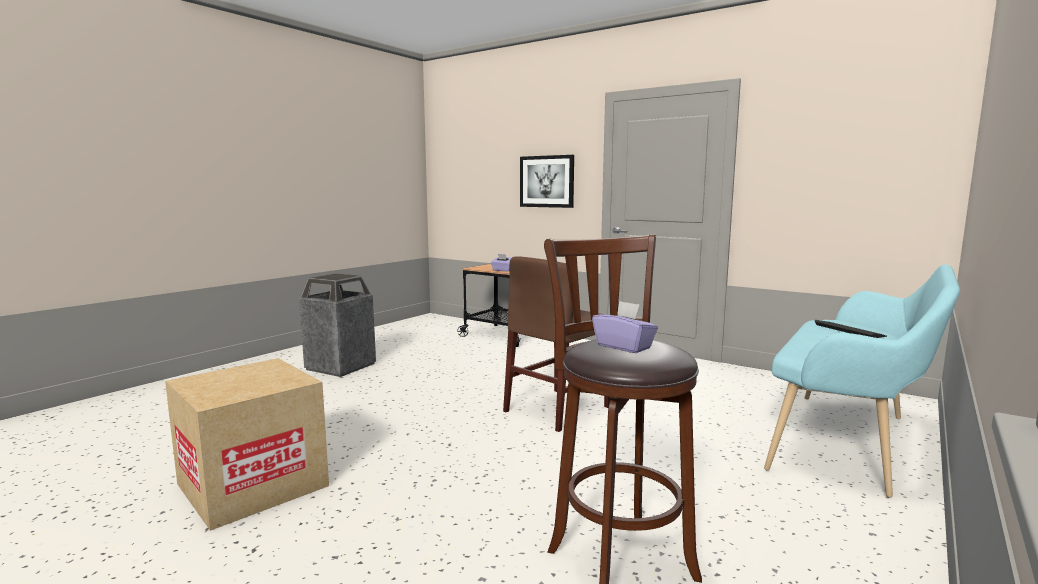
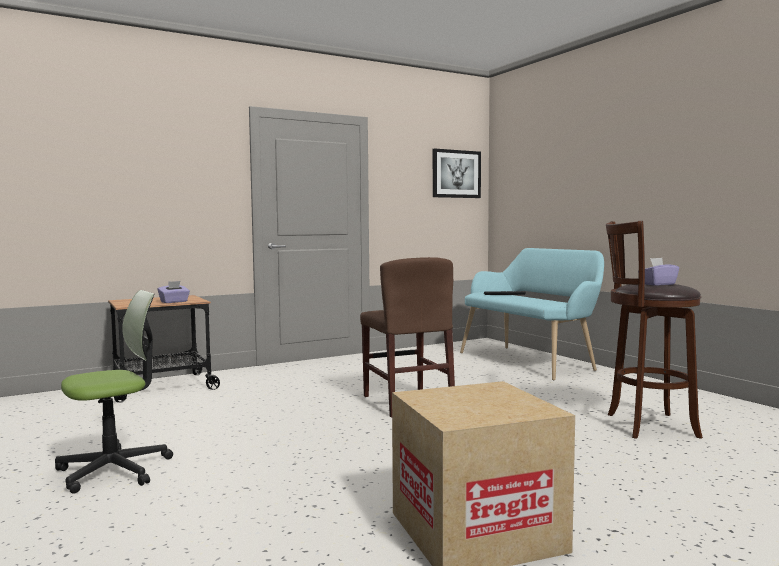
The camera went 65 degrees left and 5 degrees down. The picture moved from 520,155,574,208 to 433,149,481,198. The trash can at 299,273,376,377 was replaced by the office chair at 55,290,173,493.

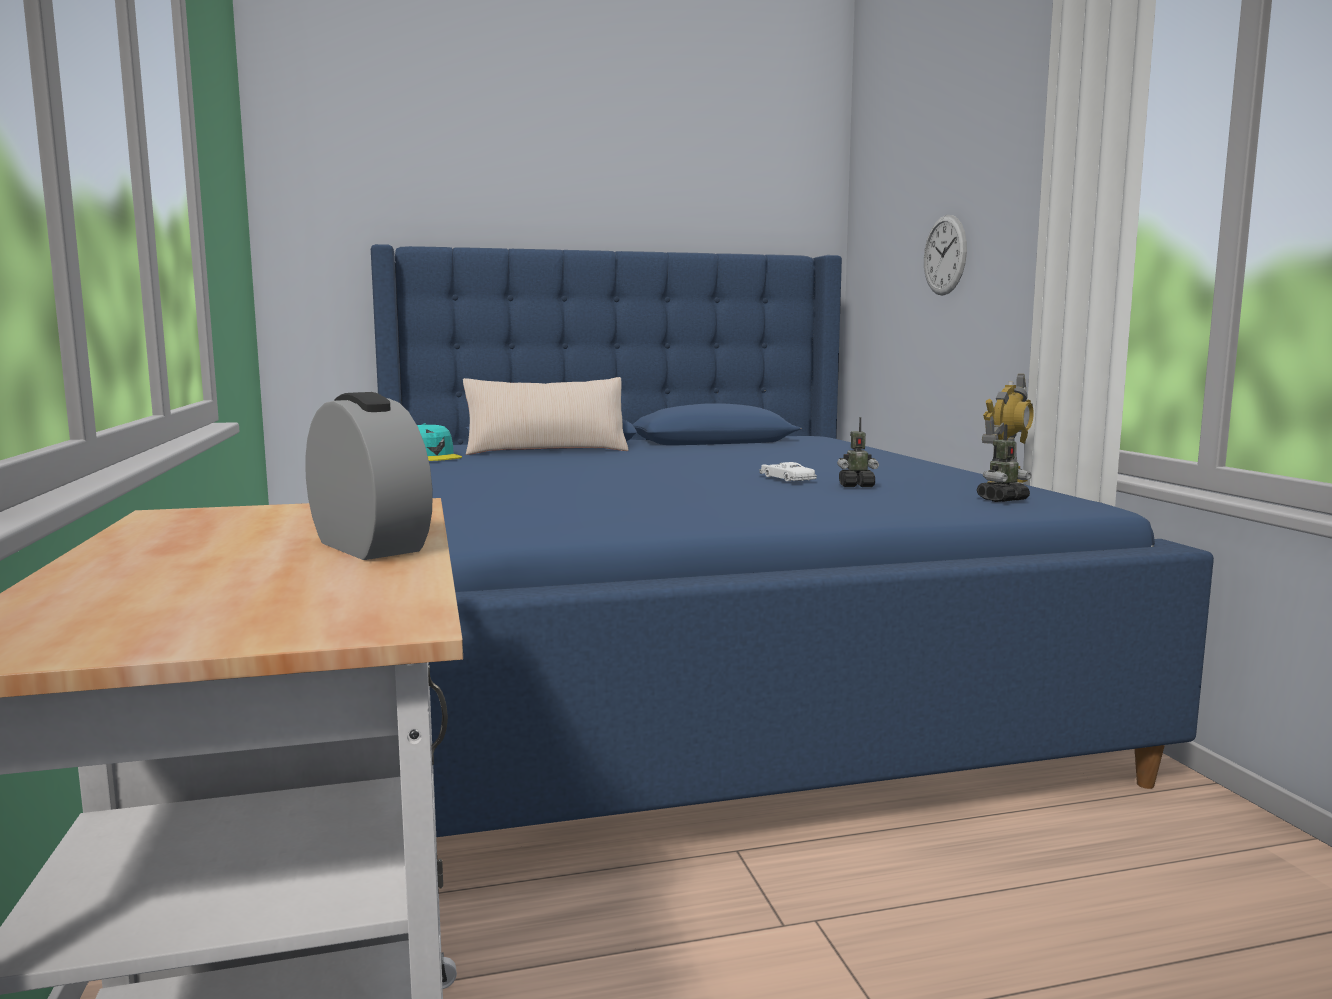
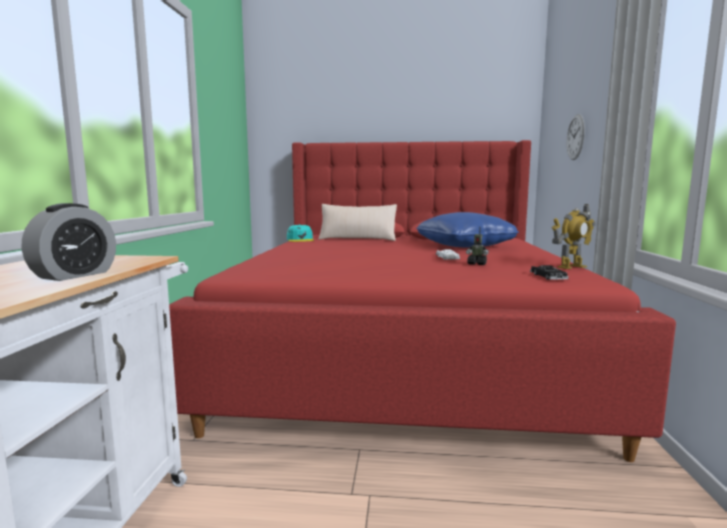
The camera went 20 degrees right and 0 degrees up. The bed (blue) at 371,244,1214,837 became the bed (red) at 169,140,676,462. The alarm clock at 305,392,433,560 turned 45 degrees clockwise. The toy robot at 977,424,1032,502 was replaced by the toy car (black) at 530,265,569,280. The pillow (blue) at 416,212,519,248 appeared.

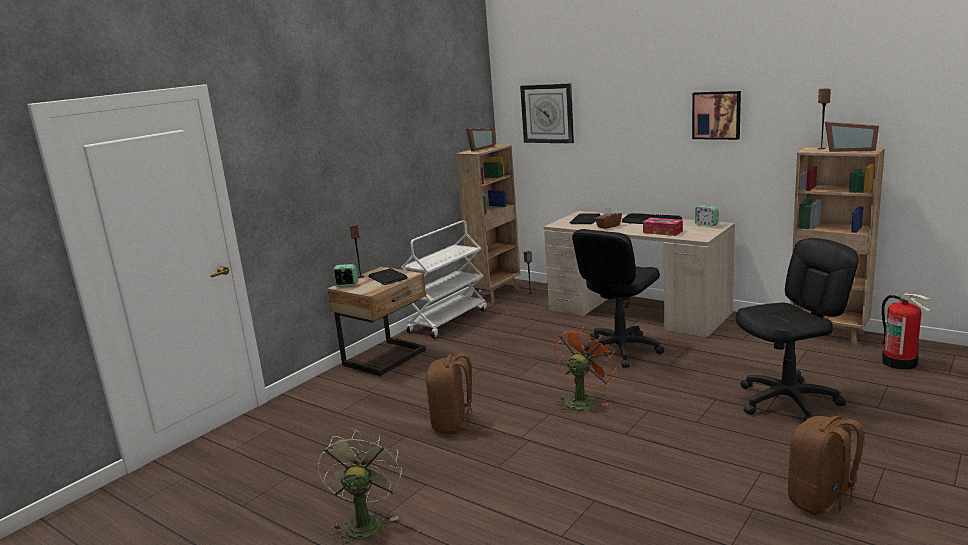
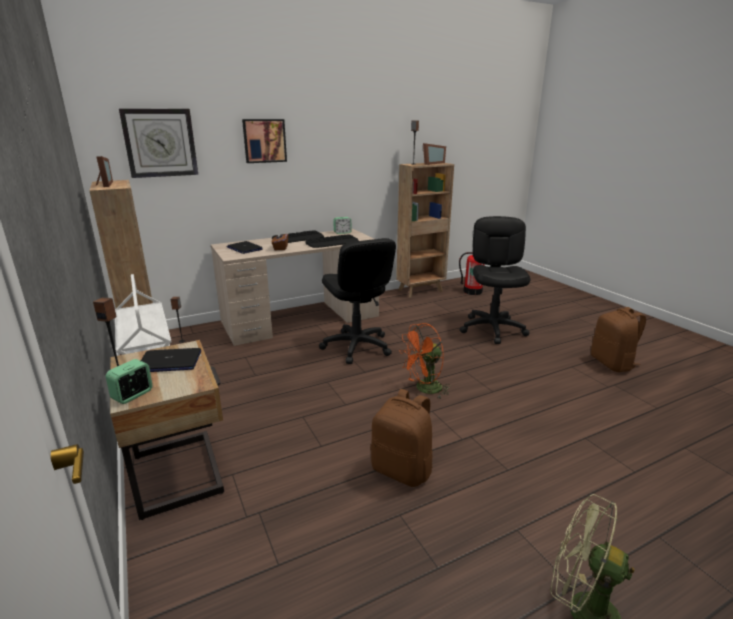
The camera went 65 degrees left and 5 degrees up. The picture moved from 692,91,741,140 to 242,119,287,163. The tissue box at 643,217,683,236 was replaced by the keyboard at 305,234,359,248. The fan (orange) at 554,326,617,413 turned 90 degrees counterclockwise.

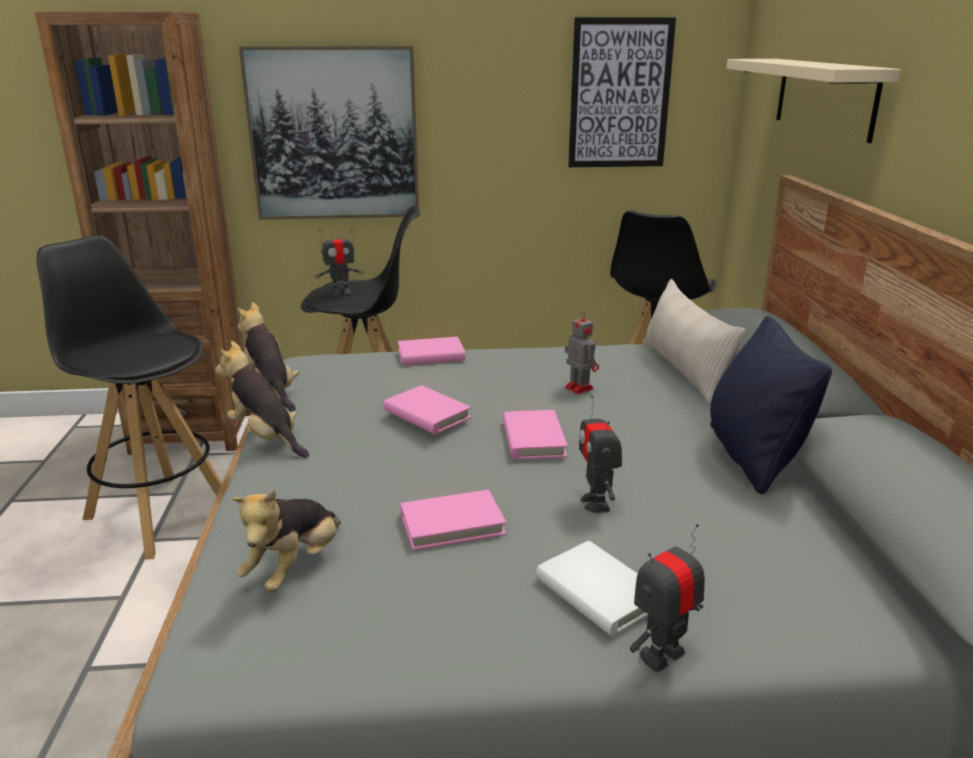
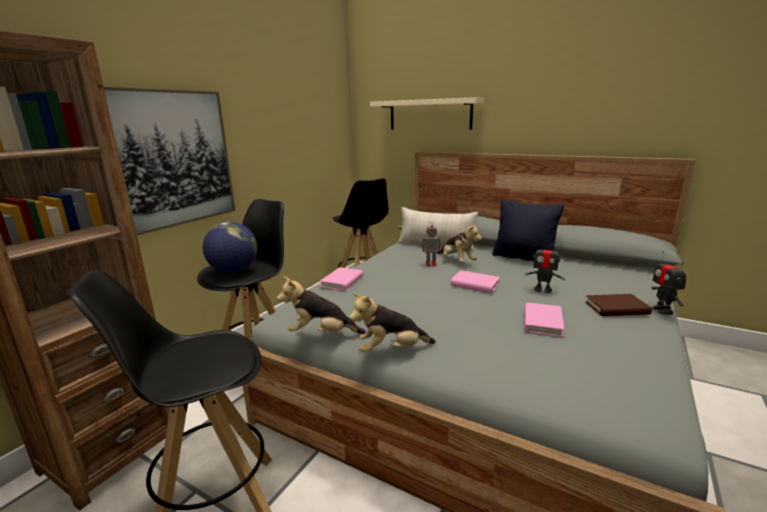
The camera went 55 degrees left and 5 degrees down. The picture at 568,17,676,167 disappeared. The toy robot at 315,228,364,296 was replaced by the globe at 203,222,257,273. The book (pink) at 383,385,472,434 disappeared. The plush toy moved from 232,489,341,592 to 436,223,482,262. The book (white) at 536,541,649,636 became the book (brown) at 585,294,652,316.

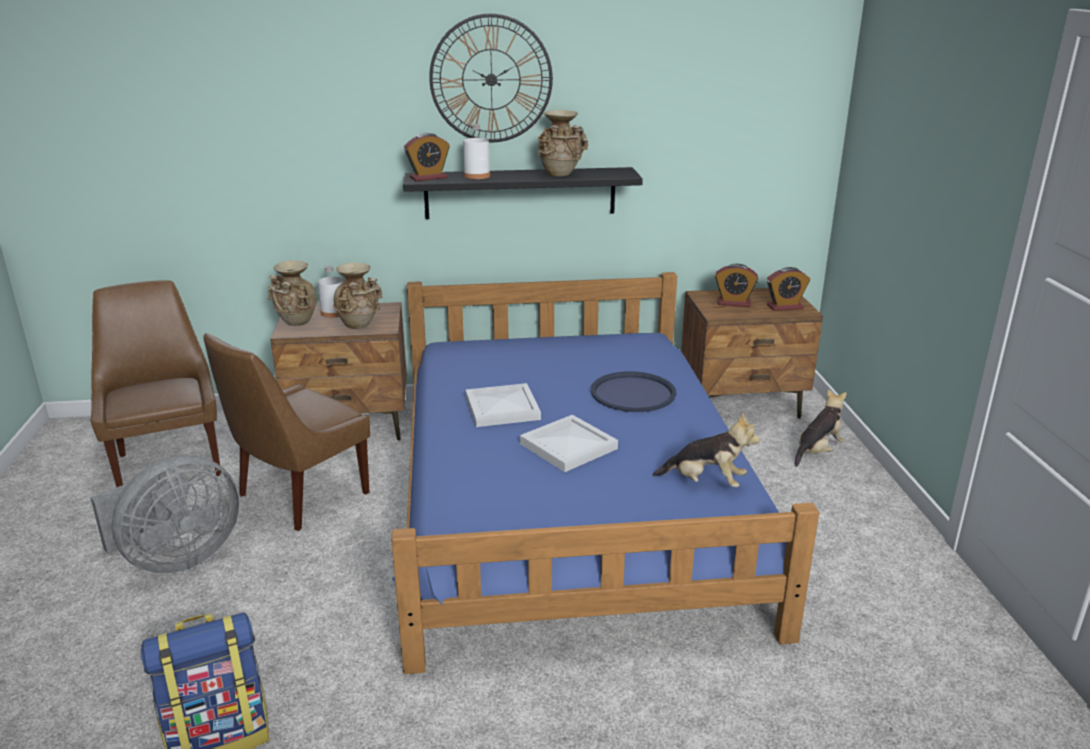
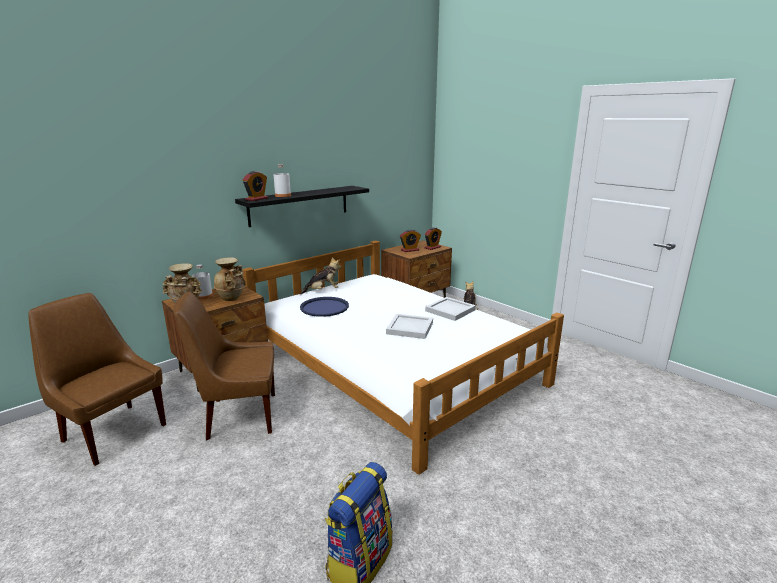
The camera went 35 degrees left and 5 degrees down. The wall clock at 429,14,553,142 disappeared. The vase (beige) at 538,110,588,176 disappeared. The bed (blue) at 391,272,819,674 became the bed (white) at 242,240,564,475. The chair (brown) at 203,333,370,531 turned 75 degrees clockwise. The tray (blue) moved from 591,371,676,412 to 300,297,349,317. The tray (white) moved from 466,383,541,427 to 425,297,476,321. The plush toy moved from 653,412,760,487 to 301,257,341,294. The fan (grey) at 90,455,240,574 disappeared.

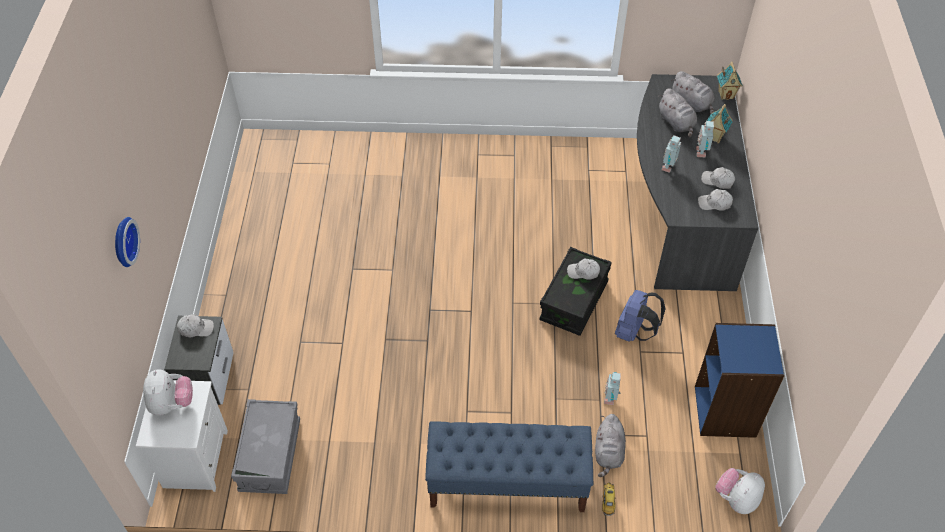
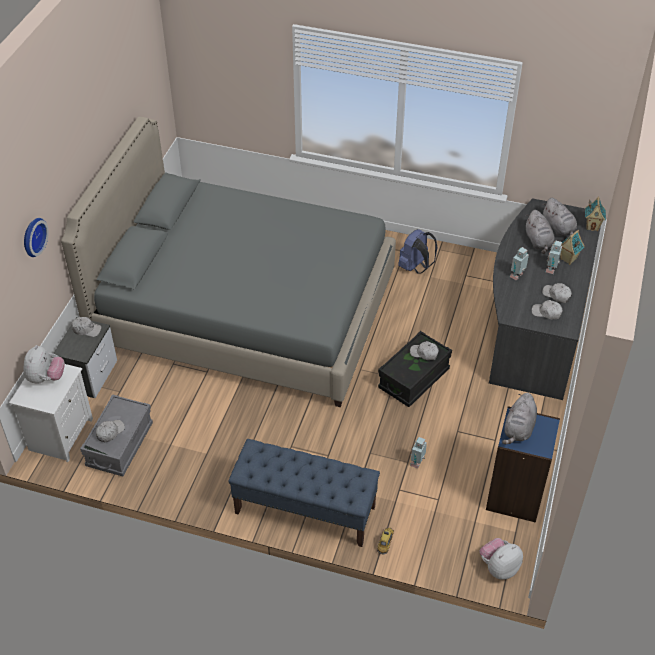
The camera went 15 degrees right and 5 degrees down. The backpack (blue) moved from 615,290,666,342 to 398,229,438,273. The plush toy (grey) moved from 595,414,626,477 to 502,393,537,444. The bed (grey) at 61,117,396,407 appeared. The cap (white) at 96,420,125,442 appeared.

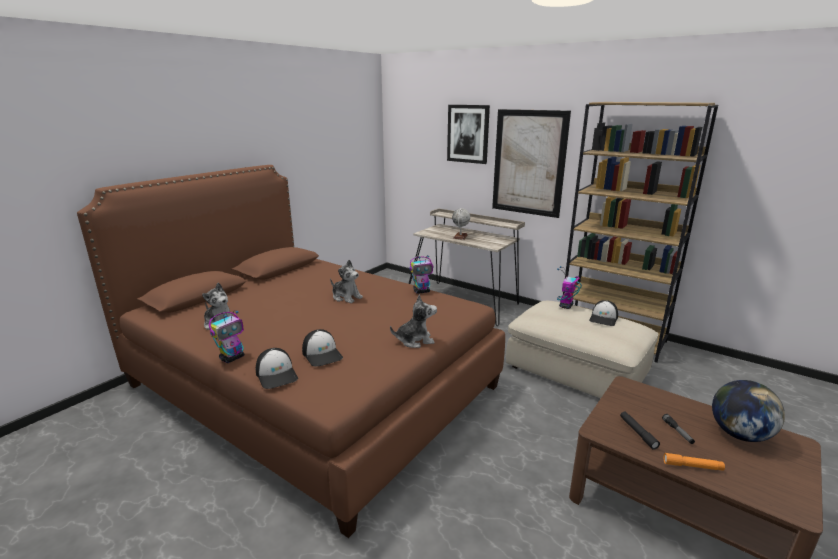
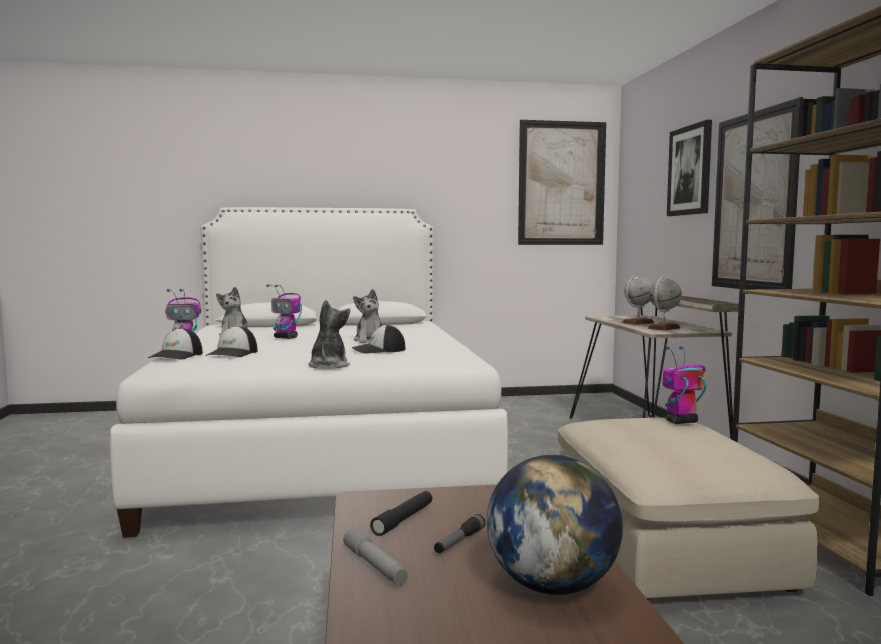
The camera went 45 degrees right and 15 degrees down. The bed (brown) at 77,165,505,538 became the bed (white) at 110,207,508,538. The toy robot moved from 410,255,434,294 to 266,284,302,339. The plush toy at 390,294,437,348 turned 120 degrees counterclockwise. The cap moved from 589,300,618,326 to 352,325,405,353. The flashlight (orange) at 664,453,725,471 became the flashlight (grey) at 343,528,408,585. The picture at 518,120,606,245 appeared. The globe at 647,277,682,331 appeared.

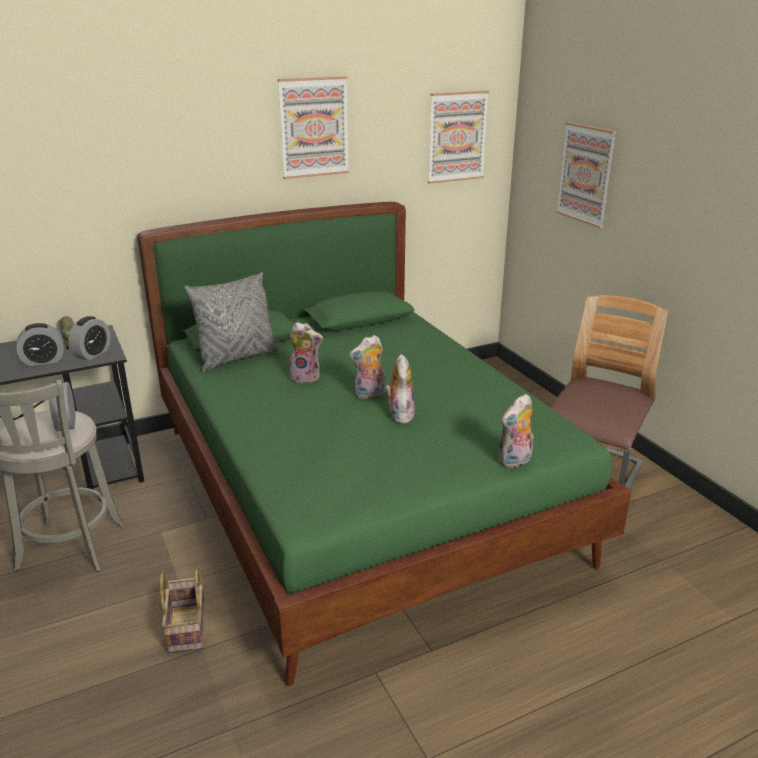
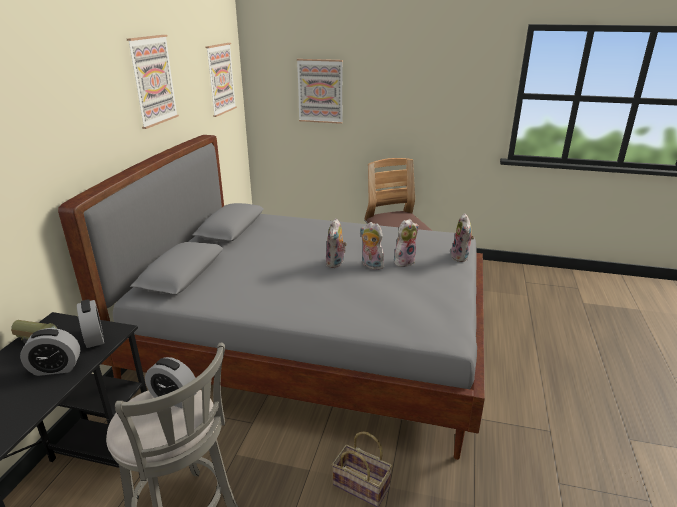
The camera went 50 degrees left and 0 degrees up. The bed (green) at 137,202,631,686 became the bed (grey) at 58,135,485,460. The pillow (grey) at 184,272,280,372 disappeared. The plush toy moved from 289,322,323,384 to 394,219,419,267. The alarm clock at 16,323,64,366 turned 60 degrees clockwise.

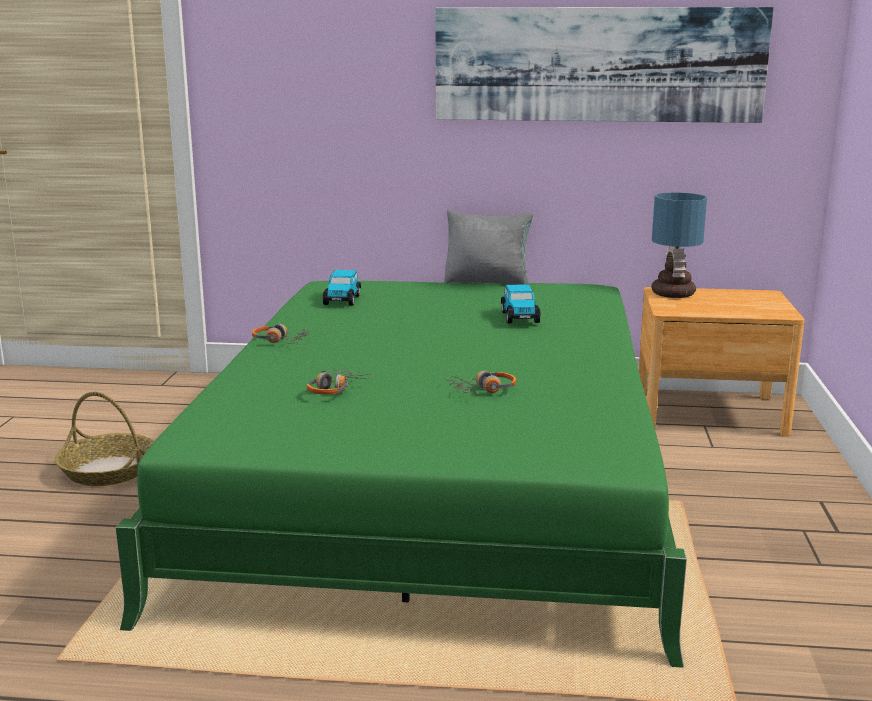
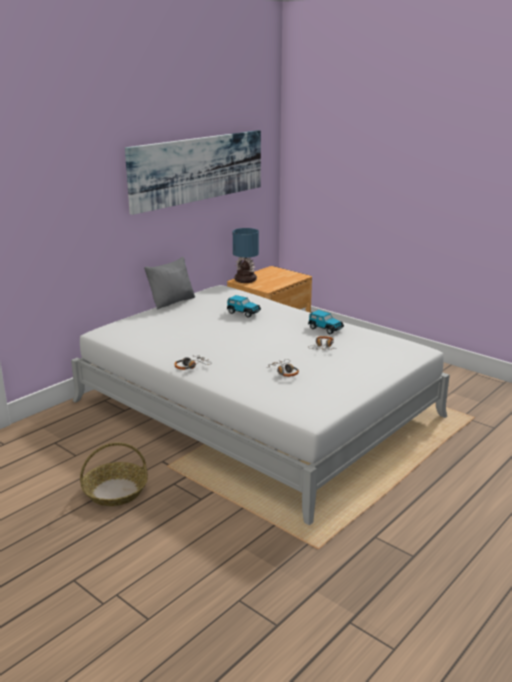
The camera went 55 degrees left and 5 degrees up. The toy car moved from 323,270,361,306 to 308,310,344,334. The bed (green) at 116,281,687,668 became the bed (white) at 71,285,450,525.

